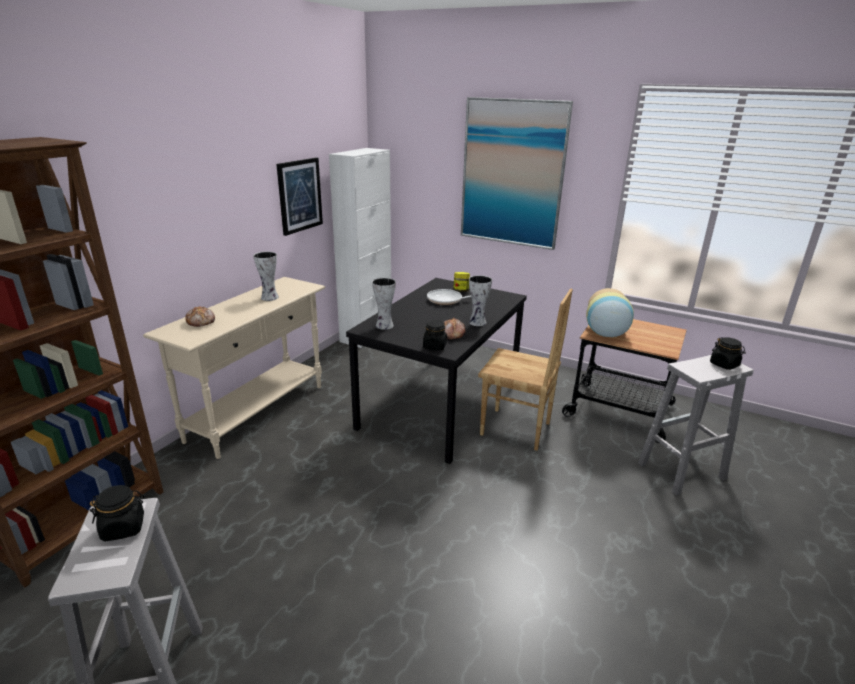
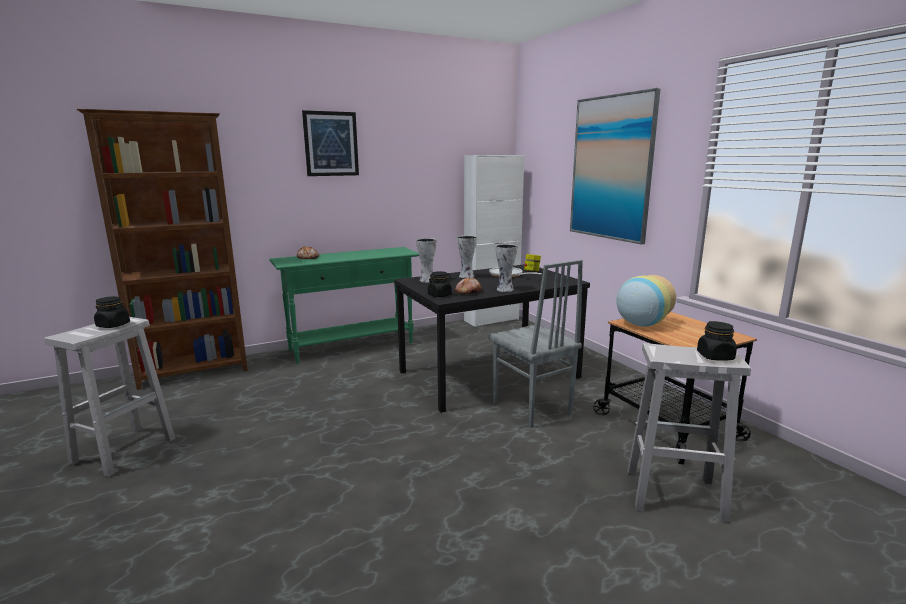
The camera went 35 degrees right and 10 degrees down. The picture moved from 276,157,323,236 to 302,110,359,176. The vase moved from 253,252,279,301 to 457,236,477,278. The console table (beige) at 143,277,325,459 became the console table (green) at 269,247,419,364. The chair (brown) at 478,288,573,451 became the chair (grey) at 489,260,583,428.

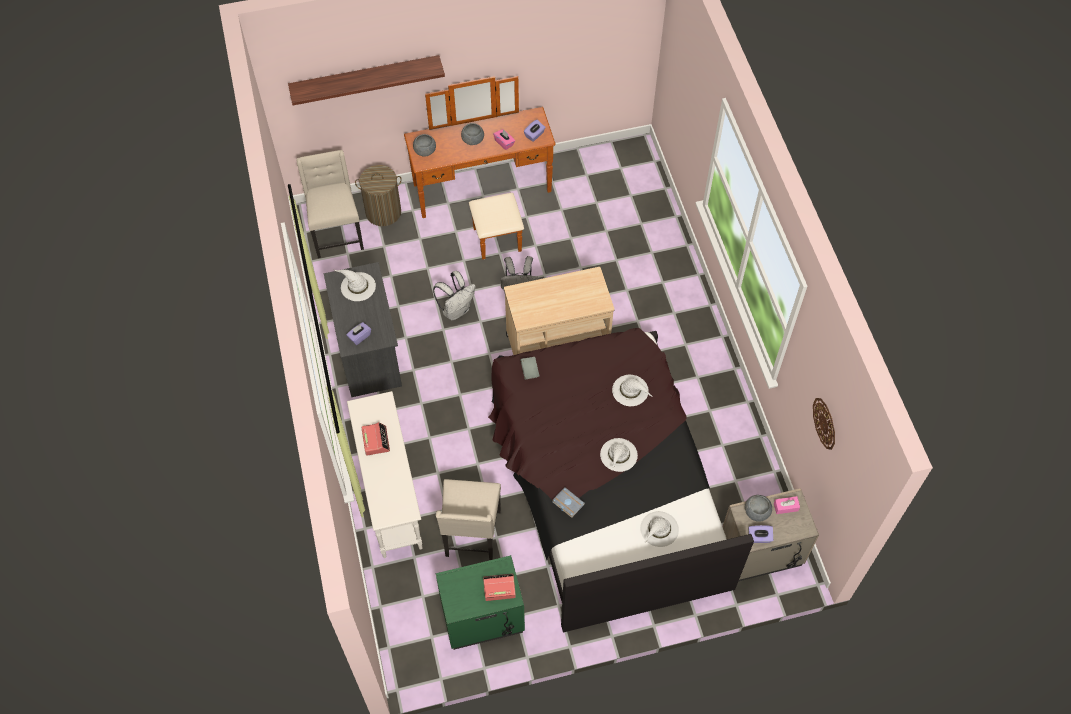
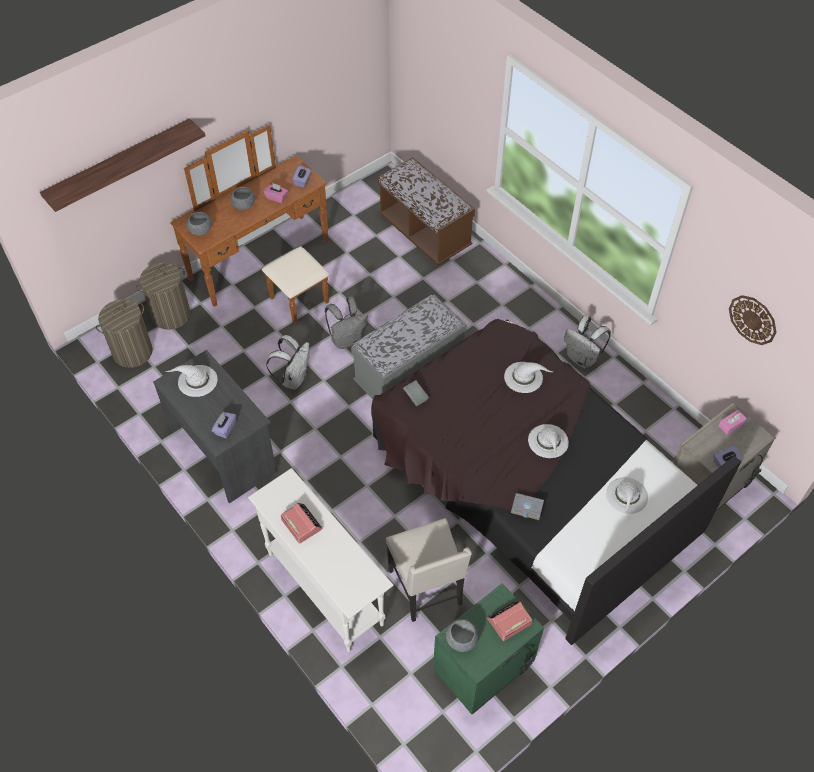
The camera went 25 degrees left and 5 degrees down. The chair (beige) at 297,150,364,258 was replaced by the laundry basket at 96,300,153,368. The cart (beige) at 504,267,614,355 was replaced by the bench (grey) at 351,295,467,399. The bowl (grey) moved from 745,495,772,522 to 446,619,479,652. The bench (brown) at 378,157,475,265 appeared. The backpack (white) at 564,315,611,368 appeared.

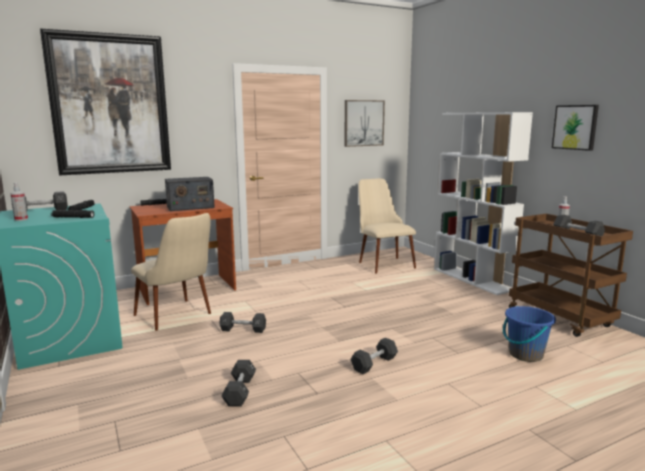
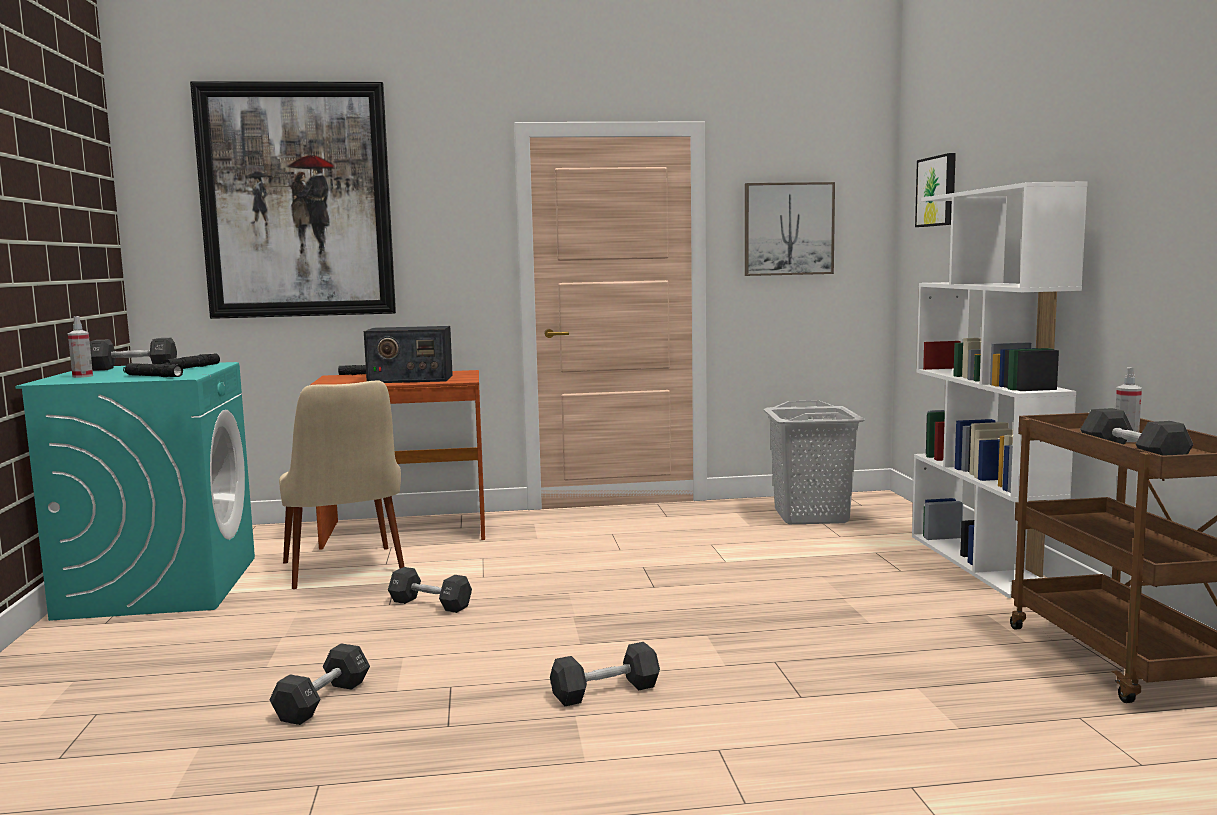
The camera went 20 degrees right and 5 degrees down. The picture moved from 552,105,599,151 to 915,153,956,227. The chair (beige) at 358,178,416,273 was replaced by the laundry basket (grey) at 764,400,865,524. The bucket (blue) at 503,306,556,362 disappeared.

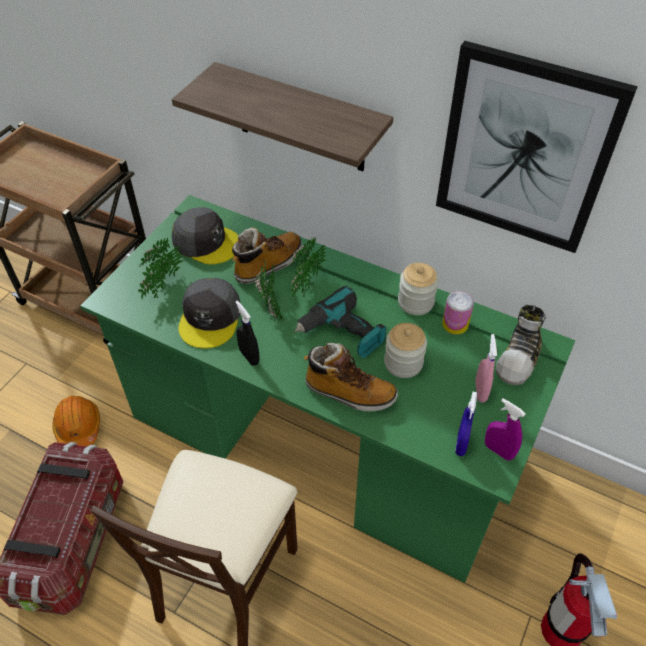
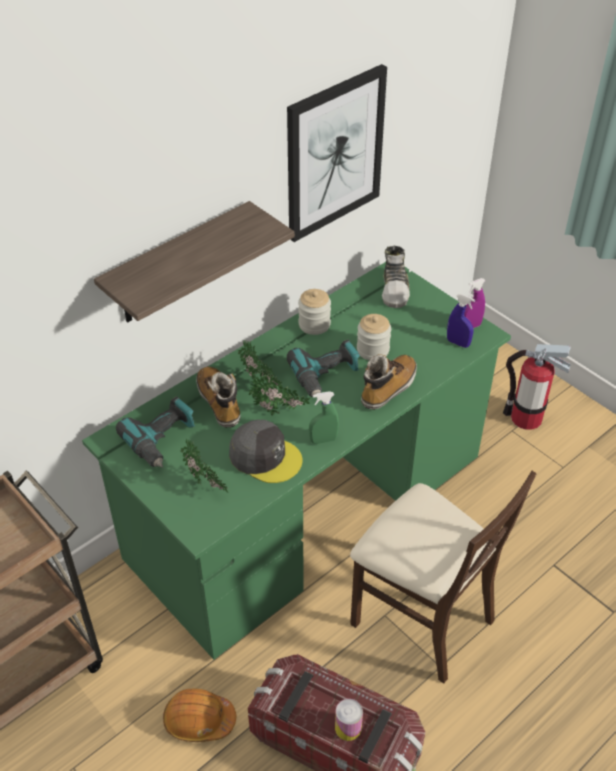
The camera went 70 degrees left and 5 degrees down. The cap (grey) at 172,207,238,264 was replaced by the power drill at 116,396,195,468. The can moved from 442,291,474,335 to 335,699,363,741. The spray bottle (black) at 235,301,260,366 became the spray bottle (green) at 309,391,339,444. The shoe at 496,305,546,385 turned 45 degrees clockwise. The spray bottle (pink) at 475,334,497,403 disappeared.

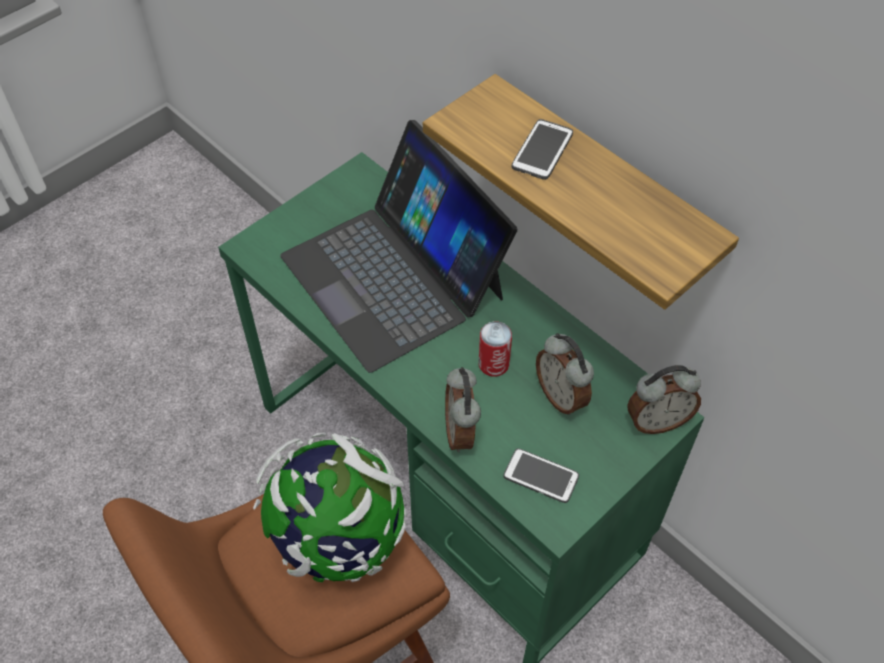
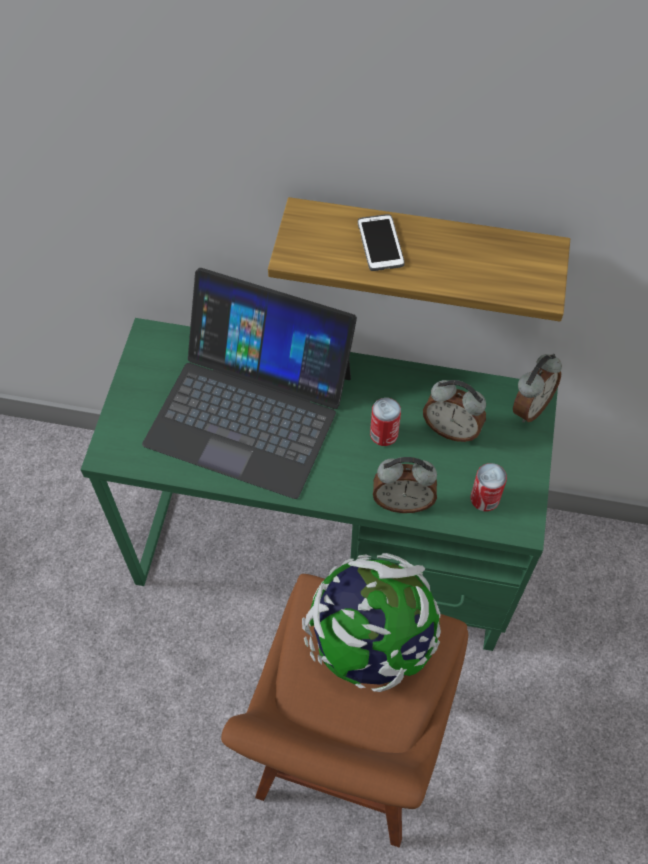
The camera went 35 degrees left and 5 degrees up. The alarm clock at 445,367,481,452 turned 45 degrees counterclockwise. The phone at 503,448,579,503 was replaced by the can at 470,463,507,511.

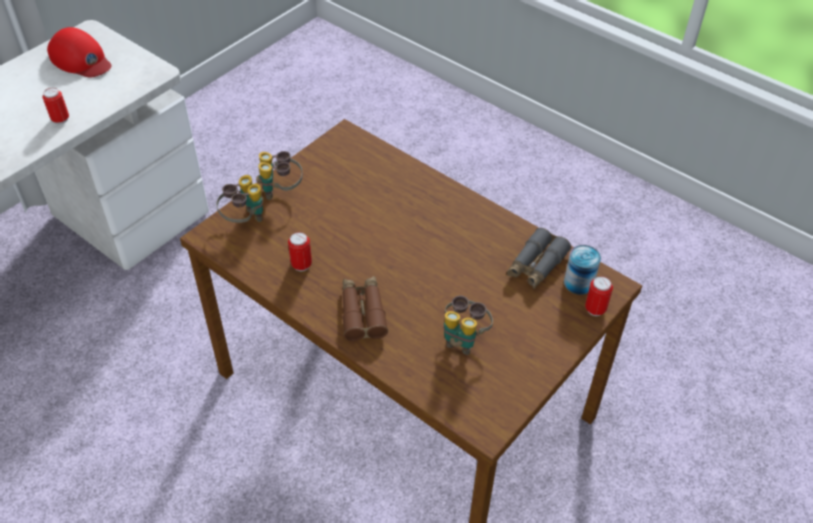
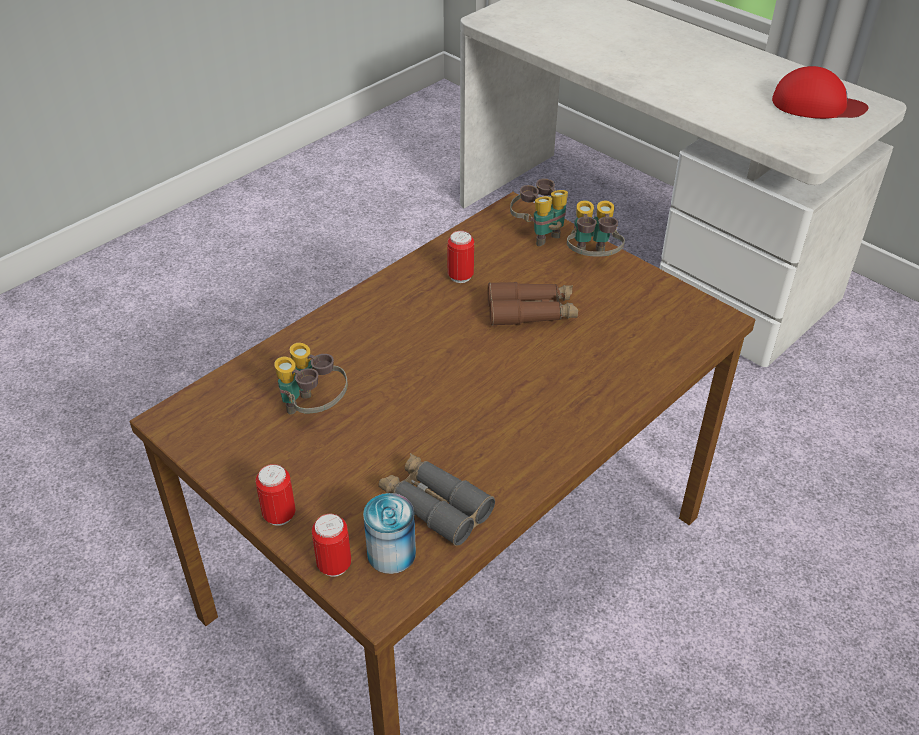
The camera went 95 degrees right and 5 degrees down. The cap (red) at 47,27,112,77 turned 120 degrees counterclockwise. The can moved from 42,88,69,124 to 256,464,296,526. The binoculars (brown) moved from 342,276,388,341 to 488,282,578,326.

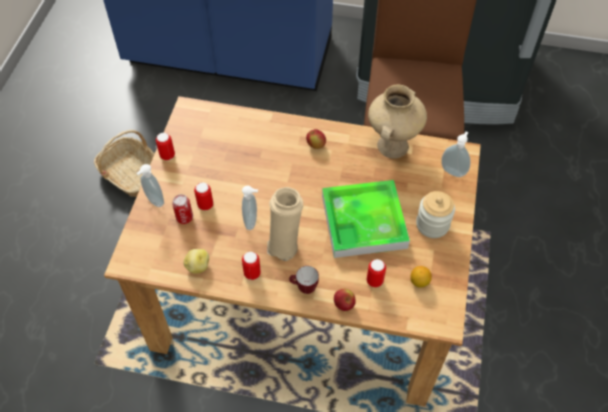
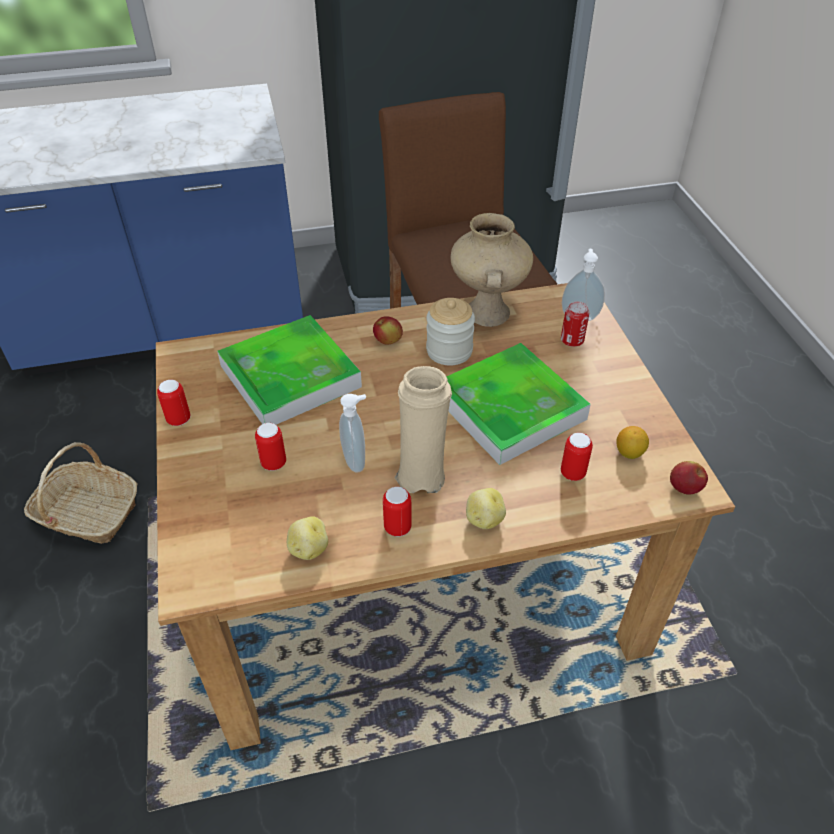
The camera went 25 degrees left and 10 degrees down. The soap dispenser at 136,164,164,207 disappeared. The jar moved from 416,191,455,238 to 426,298,475,366. The can moved from 172,194,193,224 to 561,301,589,347. The mug at 289,266,319,294 was replaced by the potato at 466,488,506,529. The apple moved from 334,288,356,311 to 670,461,708,495. The tray at 217,315,362,425 appeared.

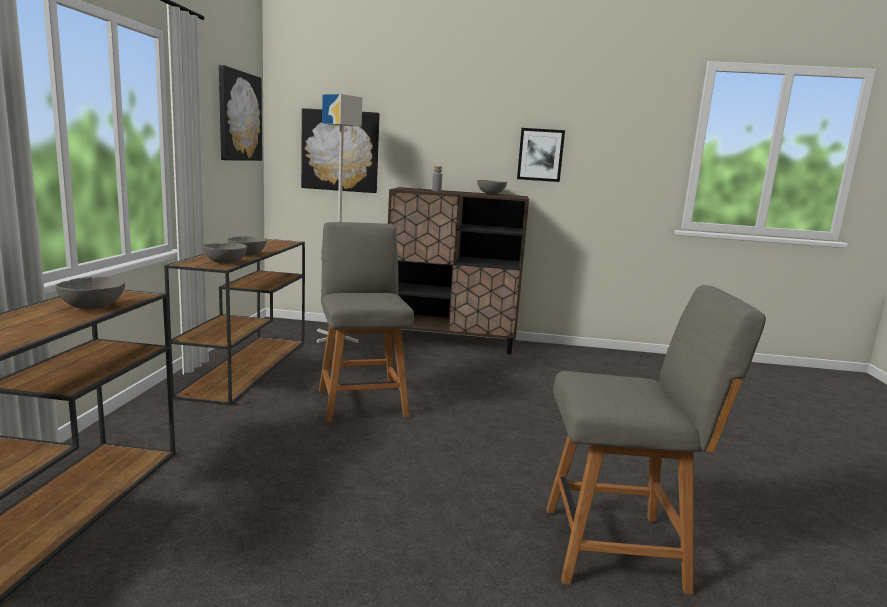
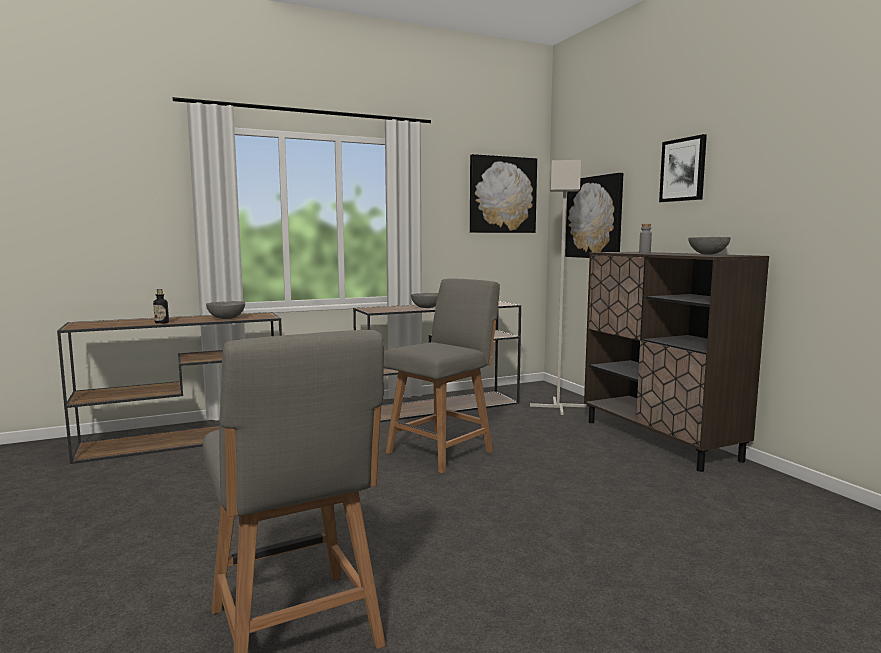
The camera went 60 degrees right and 5 degrees down. The picture moved from 517,128,565,182 to 659,134,707,202. The bowl (grey) at 203,243,247,264 disappeared. The bottle at 153,289,169,324 appeared.

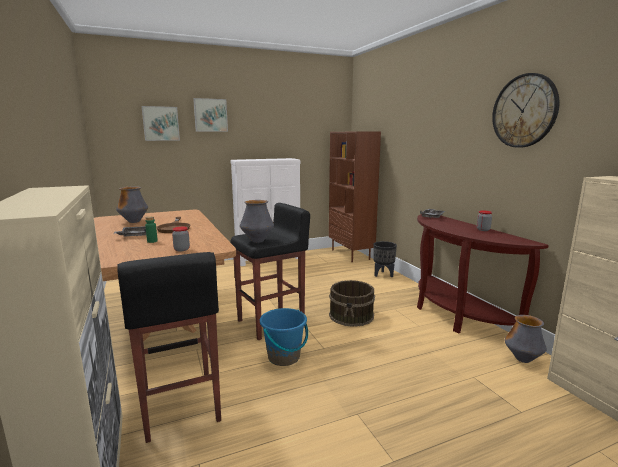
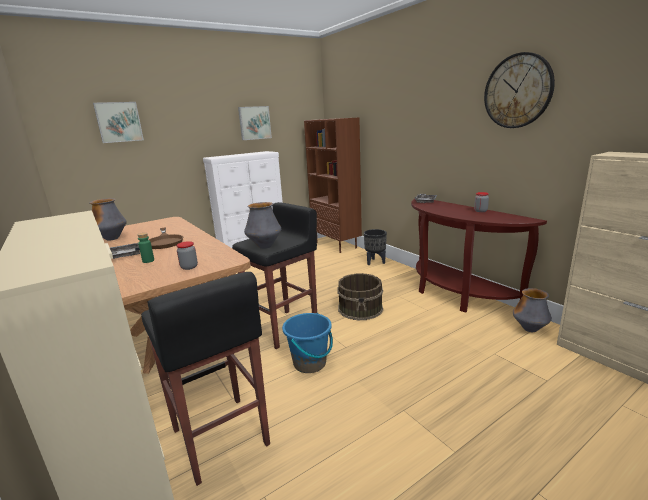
The camera went 10 degrees left and 5 degrees up. The picture moved from 193,98,228,132 to 238,106,272,140.

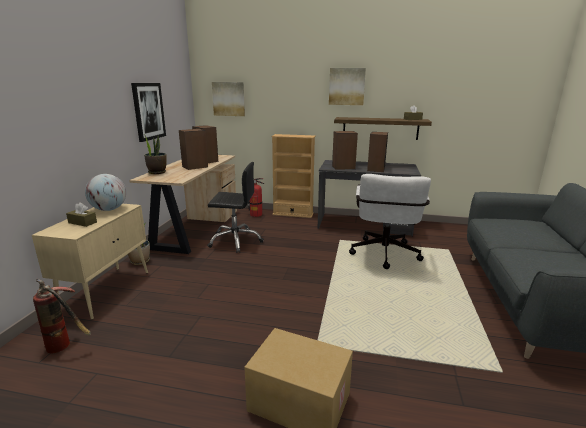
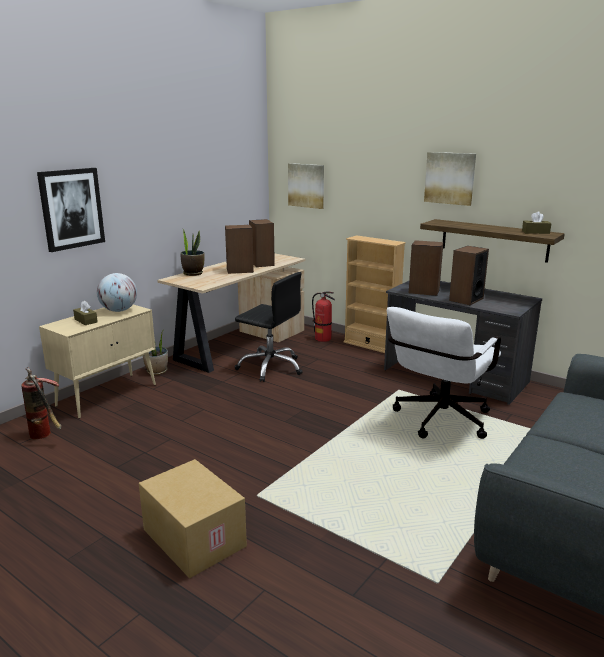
The camera went 25 degrees right and 0 degrees up. The picture moved from 131,83,166,142 to 37,168,105,252.

